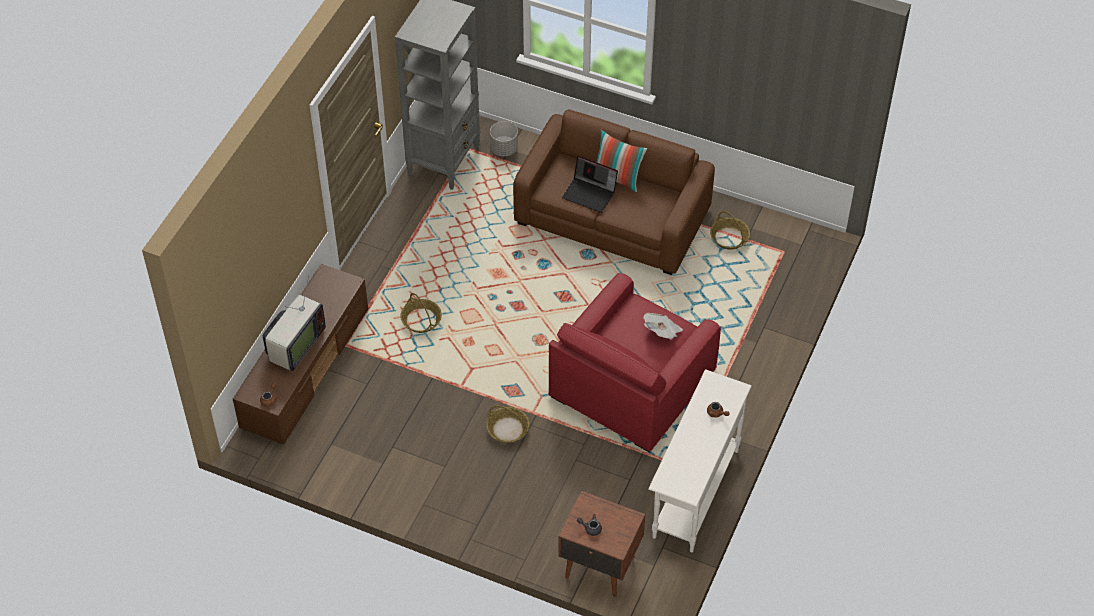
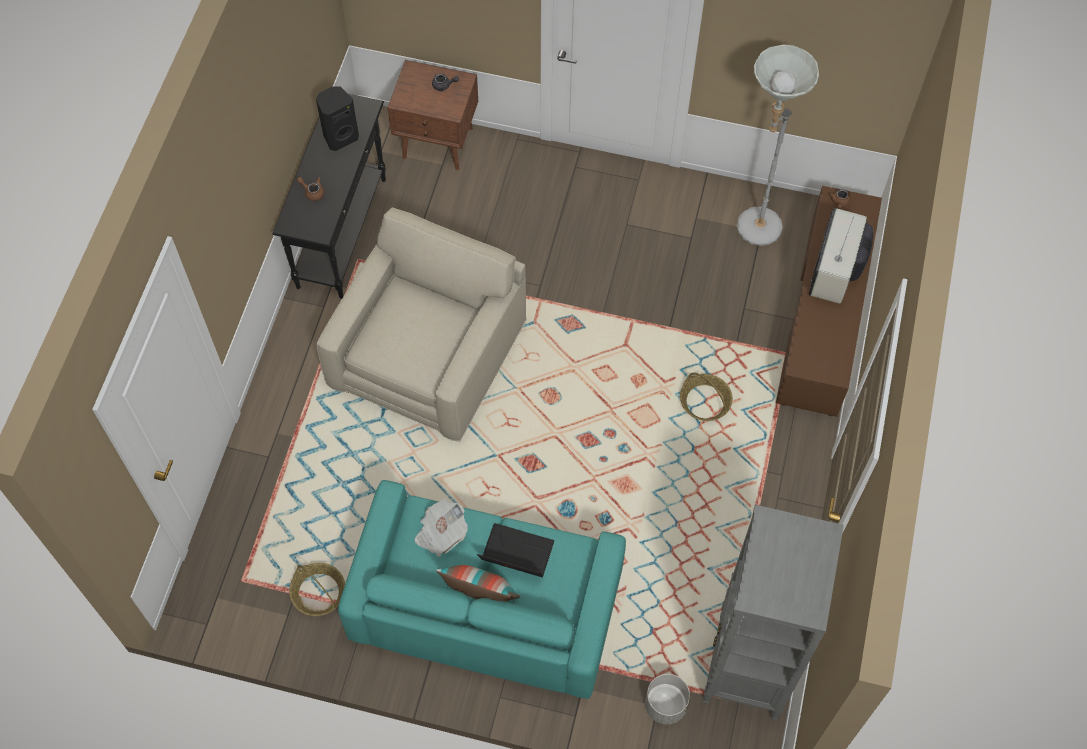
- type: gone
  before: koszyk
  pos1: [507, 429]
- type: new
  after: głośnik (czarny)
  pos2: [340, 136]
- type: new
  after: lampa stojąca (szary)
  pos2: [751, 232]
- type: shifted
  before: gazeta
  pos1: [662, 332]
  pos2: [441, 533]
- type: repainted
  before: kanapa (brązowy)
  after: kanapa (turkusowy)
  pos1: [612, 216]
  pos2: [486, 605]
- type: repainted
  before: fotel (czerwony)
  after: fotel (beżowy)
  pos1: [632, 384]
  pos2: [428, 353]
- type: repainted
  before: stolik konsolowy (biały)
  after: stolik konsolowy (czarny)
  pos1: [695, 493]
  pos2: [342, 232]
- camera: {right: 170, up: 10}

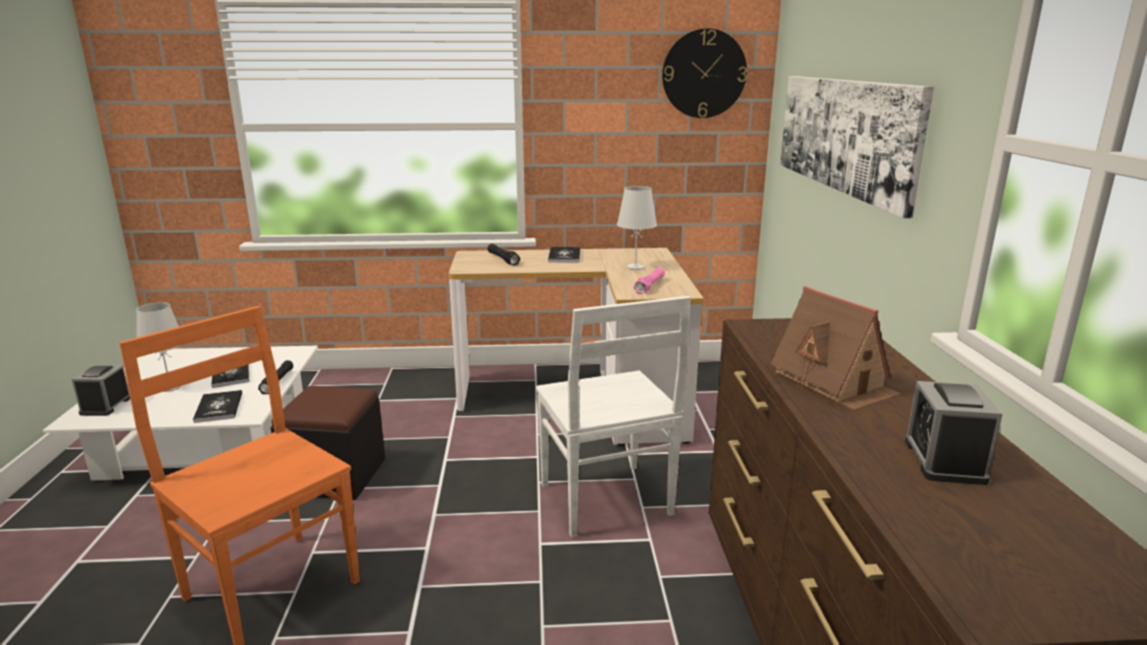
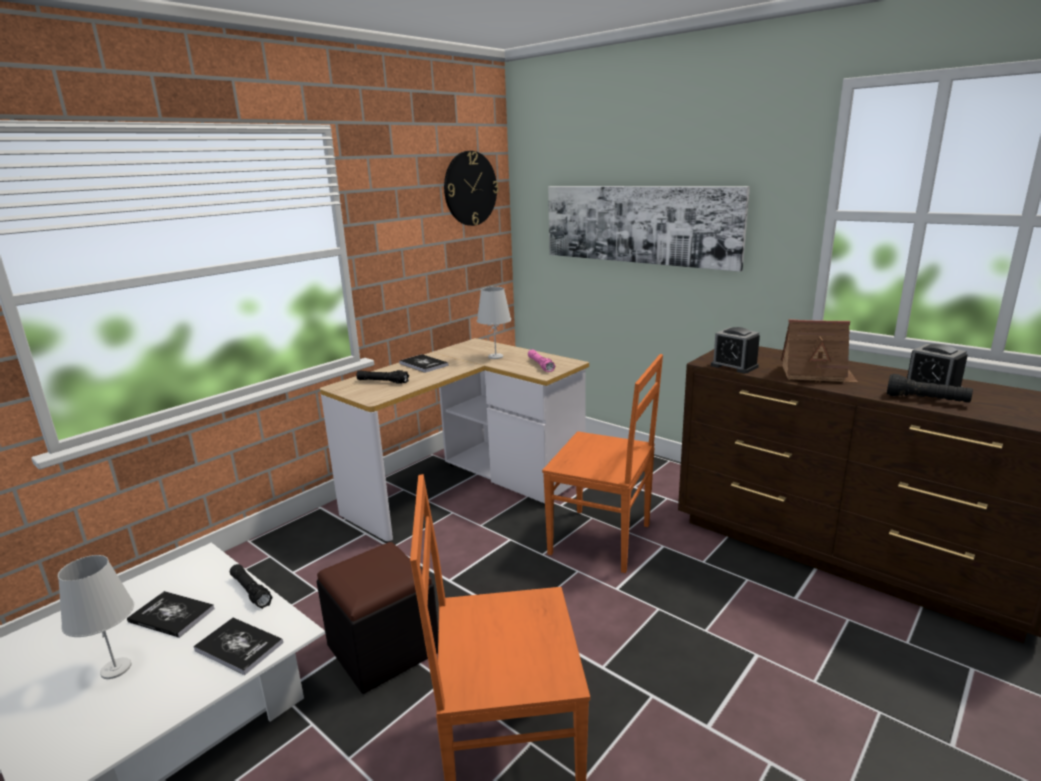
- type: new
  after: latarka (czarny)
  pos2: [926, 400]
- type: shifted
  before: budzik
  pos1: [106, 406]
  pos2: [734, 366]
- type: repainted
  before: krzesło (biały)
  after: krzesło (pomarańczowy)
  pos1: [606, 501]
  pos2: [603, 540]
- camera: {right: -45, up: 0}

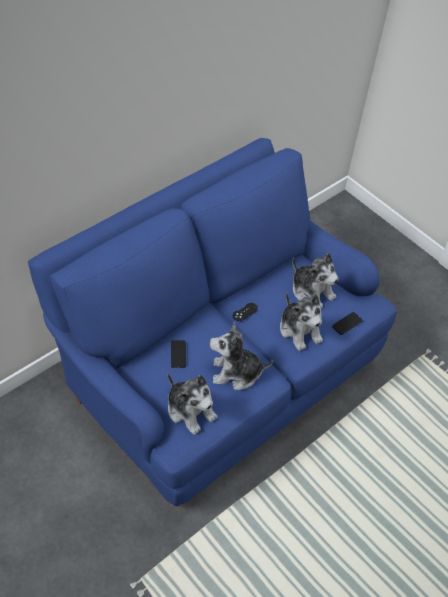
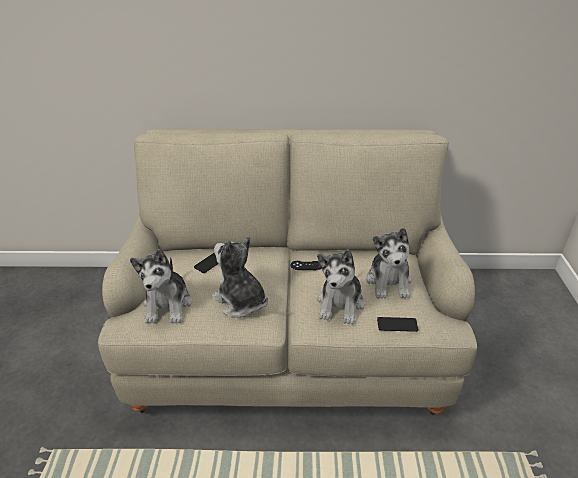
- type: repainted
  before: kanapa (niebieski)
  after: kanapa (beżowy)
  pos1: [216, 371]
  pos2: [288, 338]
- camera: {right: 45, up: -15}

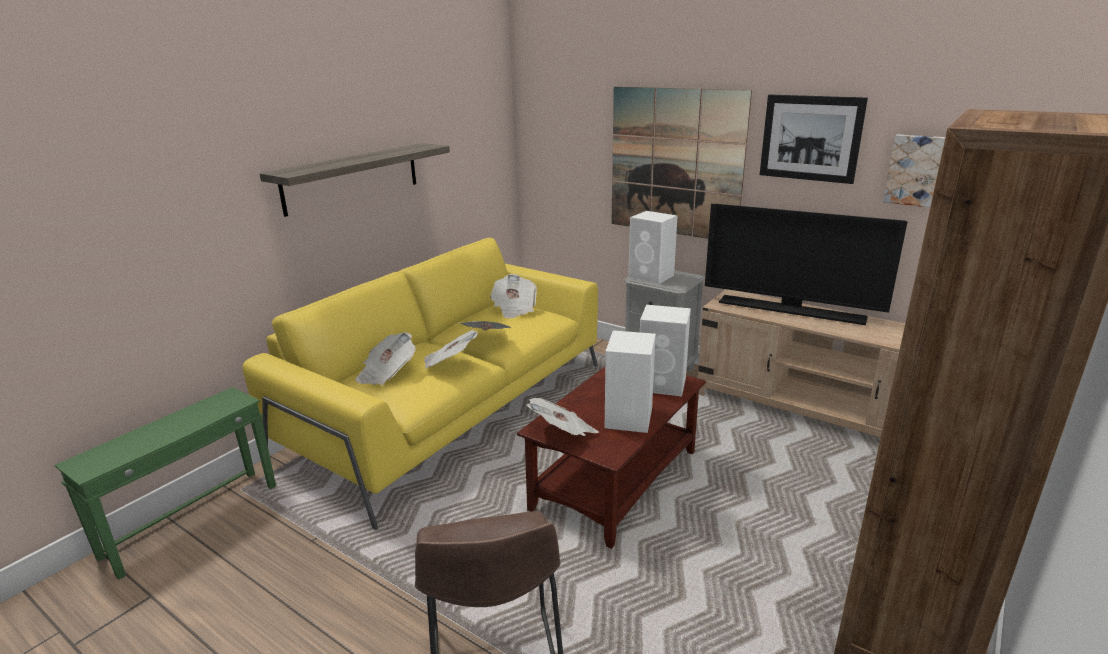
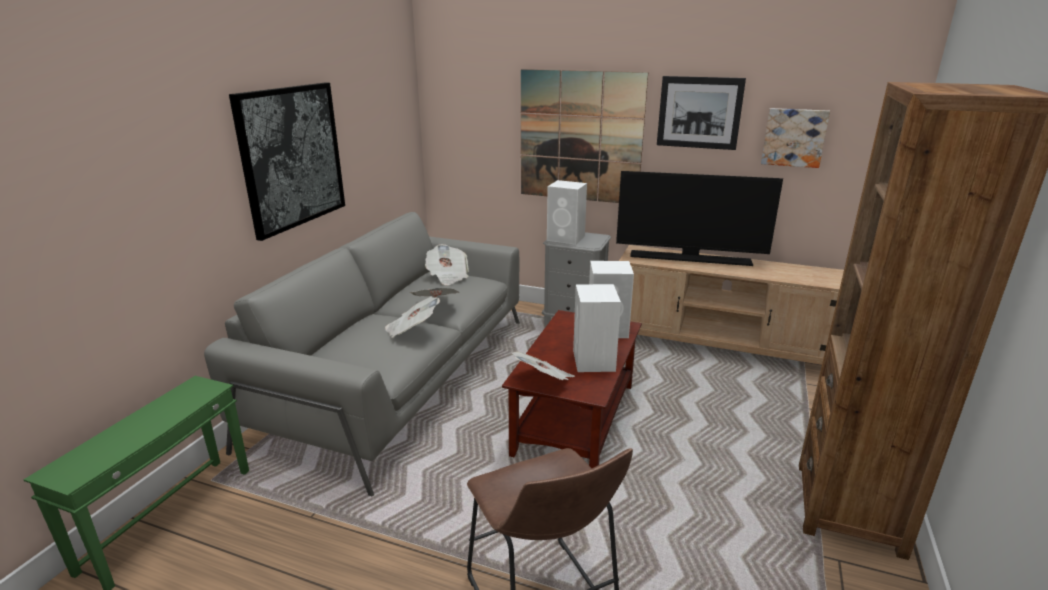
- type: gone
  before: gazeta
  pos1: [387, 374]
- type: swapped
  before: półka
  after: obraz
  pos1: [352, 177]
  pos2: [292, 157]
- type: repainted
  before: kanapa (żółty)
  after: kanapa (szary)
  pos1: [451, 410]
  pos2: [399, 377]
- camera: {right: -15, up: 0}

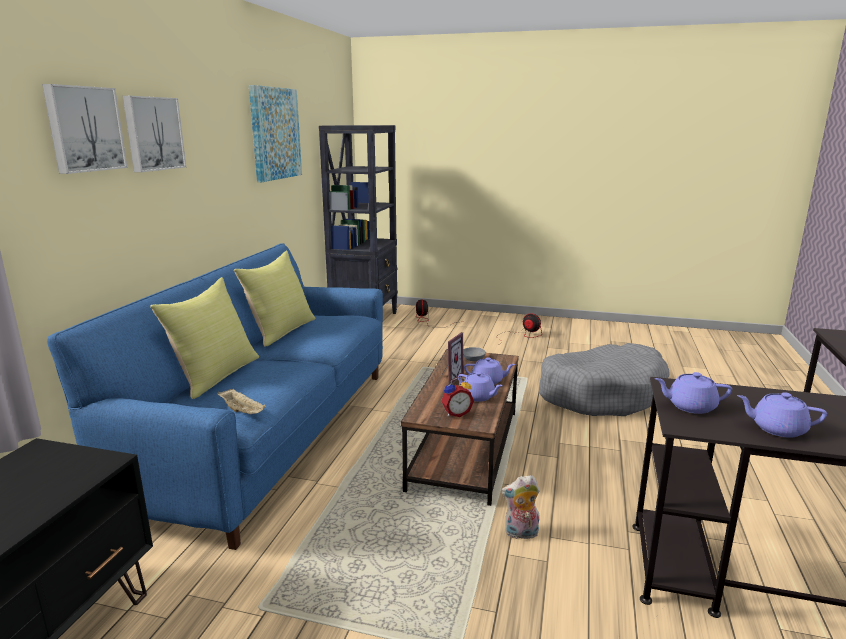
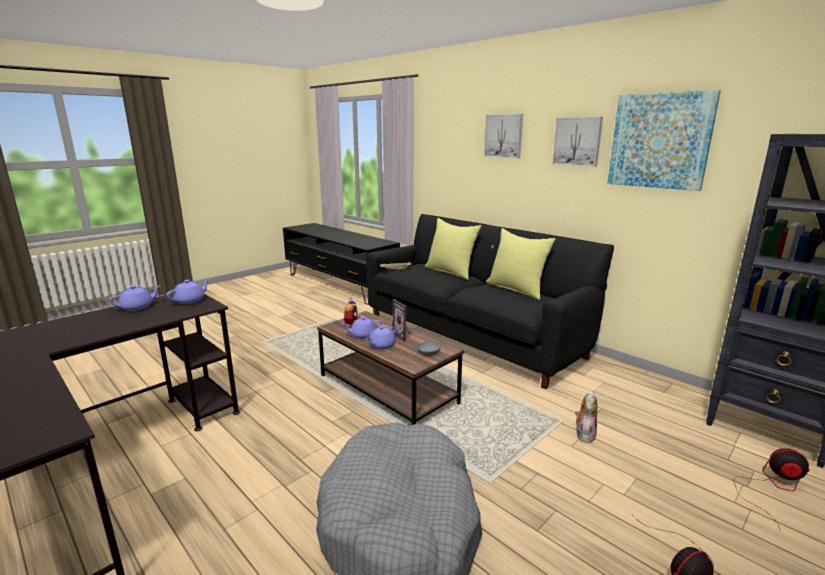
- type: shifted
  before: obraz
  pos1: [84, 129]
  pos2: [577, 141]
- type: shifted
  before: pluszak
  pos1: [521, 534]
  pos2: [584, 434]
- type: repainted
  before: kanapa (niebieski)
  after: kanapa (czarny)
  pos1: [271, 434]
  pos2: [471, 336]
- camera: {right: 120, up: 0}

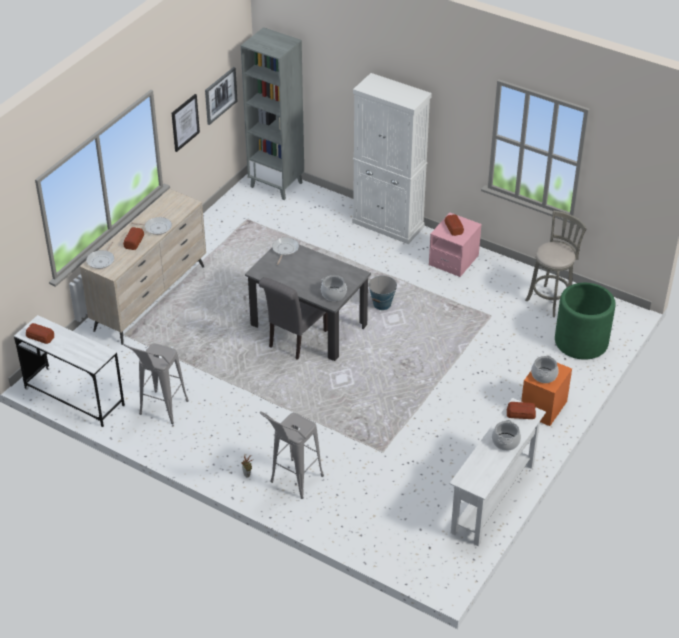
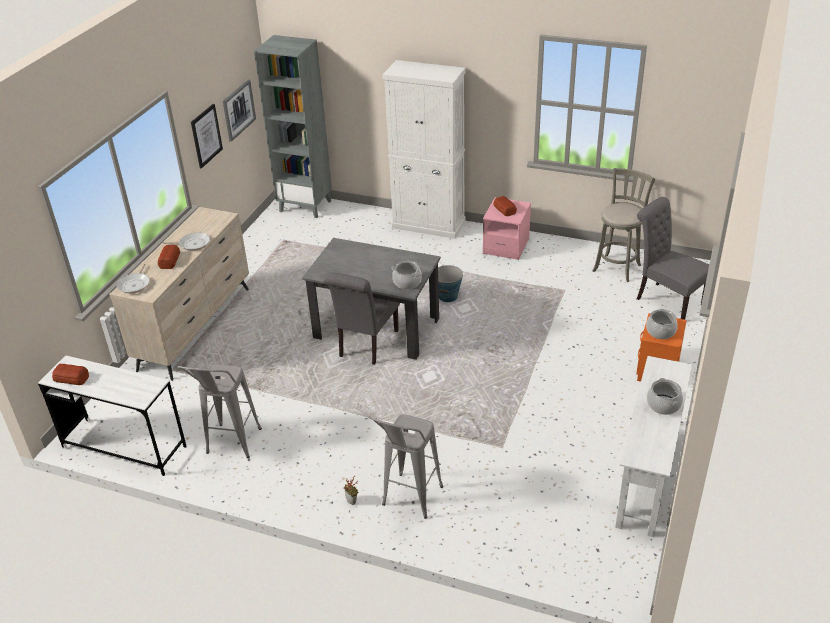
- type: gone
  before: patelnia
  pos1: [284, 250]
- type: gone
  before: chleb
  pos1: [521, 413]
- type: swapped
  before: donica (zielony)
  after: krzesło (szary)
  pos1: [581, 341]
  pos2: [666, 300]
- camera: {right: -10, up: -5}

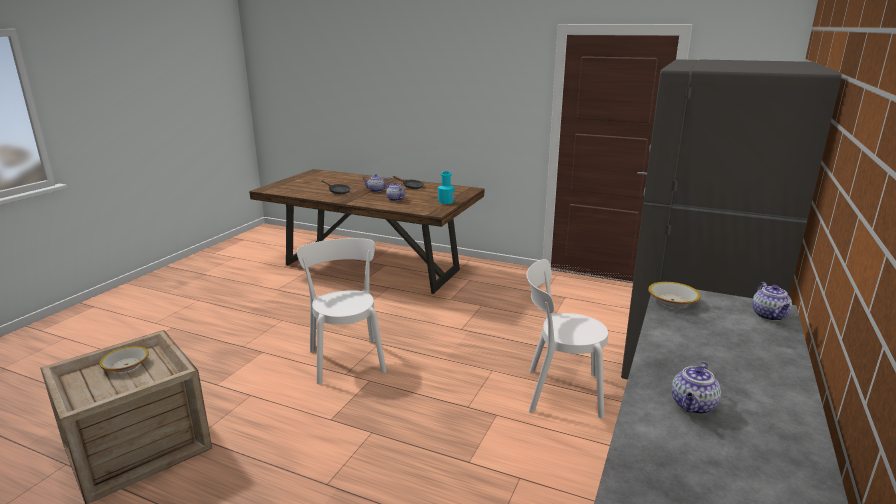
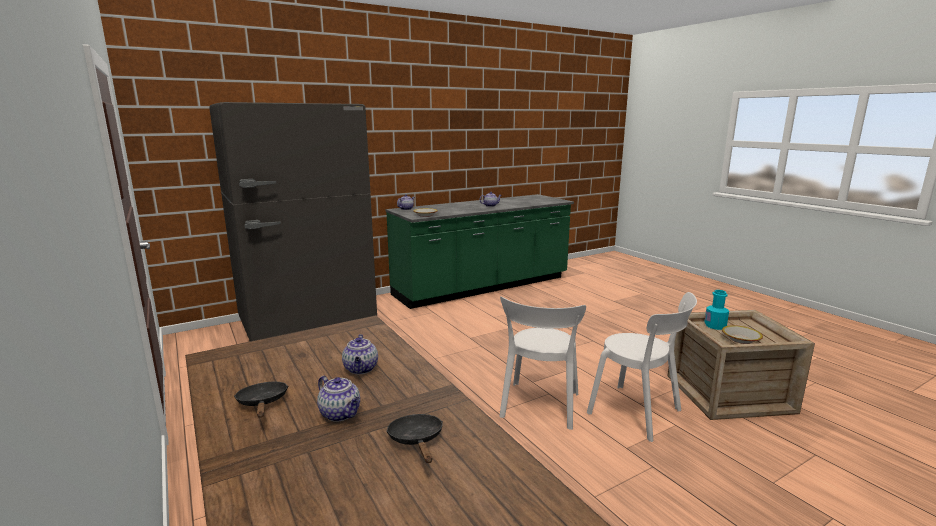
- type: shifted
  before: butelka (turkusowy)
  pos1: [446, 201]
  pos2: [715, 326]
- type: shifted
  before: krzesło (biały)
  pos1: [559, 392]
  pos2: [638, 413]
- camera: {right: -145, up: -5}

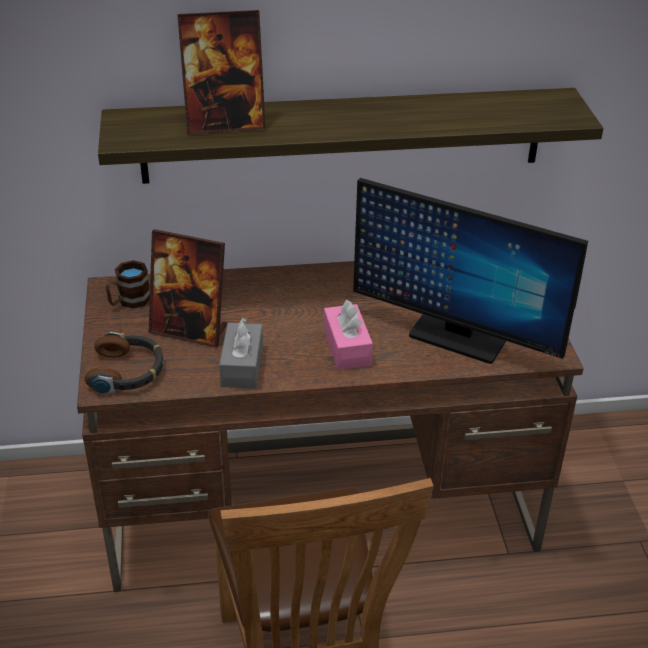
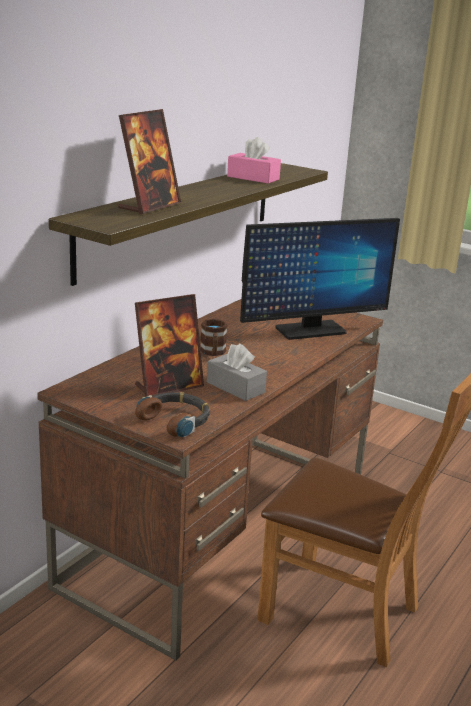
- type: shifted
  before: kubek (brązowy)
  pos1: [128, 301]
  pos2: [213, 353]
- type: shifted
  before: pudełko chusteczek (różowy)
  pos1: [347, 347]
  pos2: [253, 178]
- camera: {right: -50, up: -15}

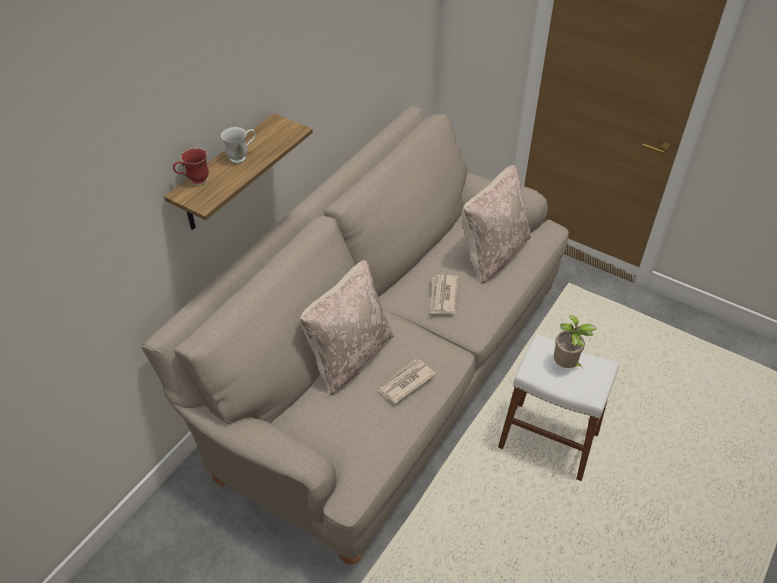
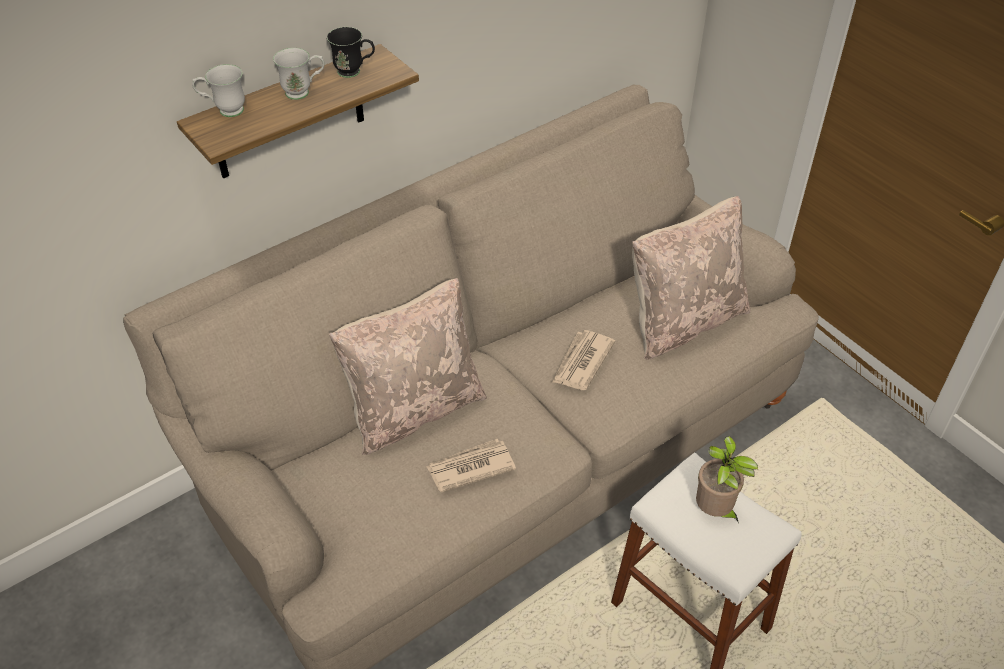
- type: new
  after: kubek (czarny)
  pos2: [355, 72]
- type: repainted
  before: kubek (czerwony)
  after: kubek (biały)
  pos1: [194, 181]
  pos2: [224, 111]
- camera: {right: 20, up: 0}

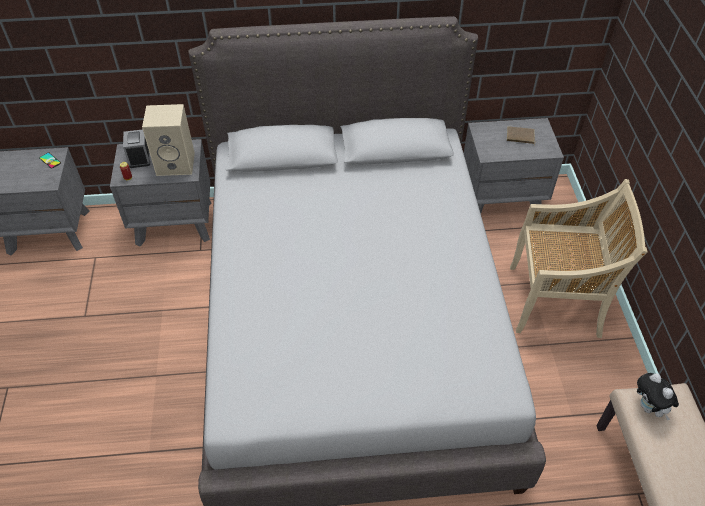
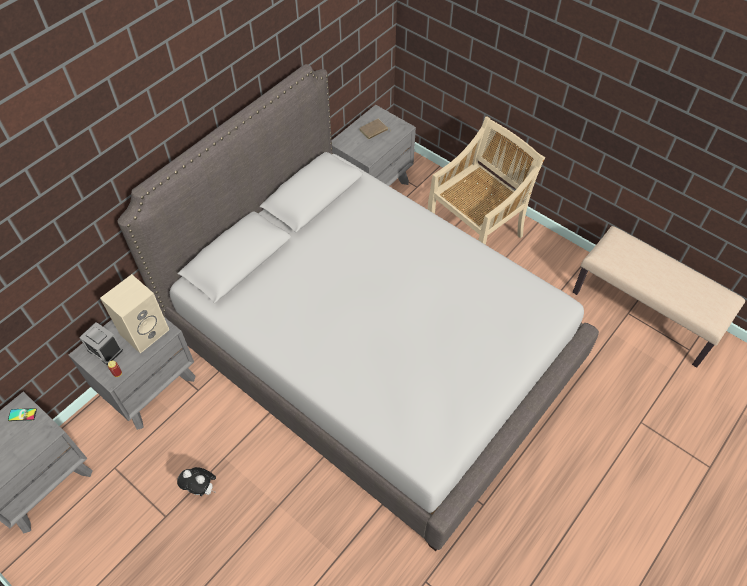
- type: shifted
  before: pluszak
  pos1: [649, 408]
  pos2: [202, 489]
- camera: {right: -45, up: 5}

